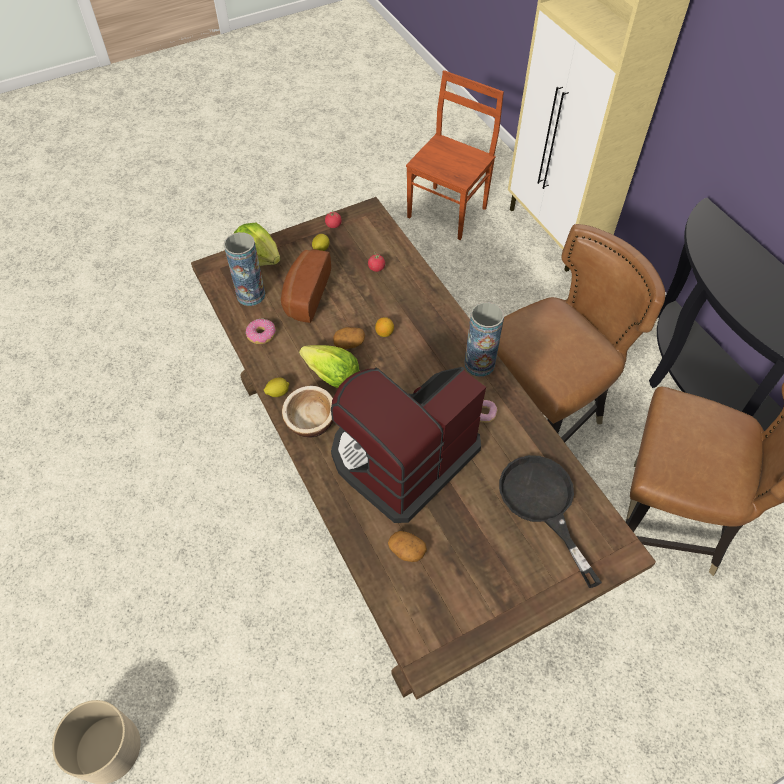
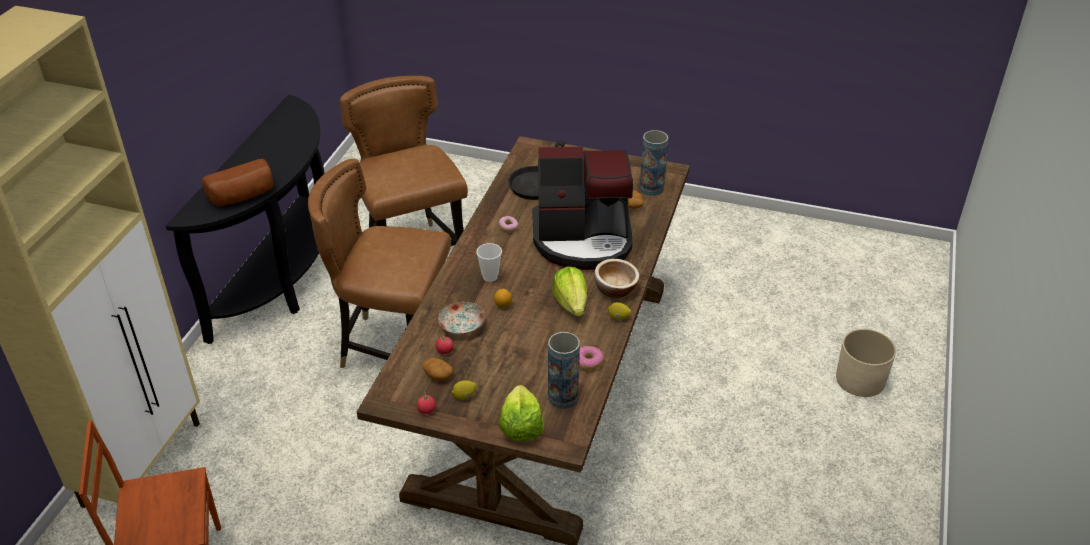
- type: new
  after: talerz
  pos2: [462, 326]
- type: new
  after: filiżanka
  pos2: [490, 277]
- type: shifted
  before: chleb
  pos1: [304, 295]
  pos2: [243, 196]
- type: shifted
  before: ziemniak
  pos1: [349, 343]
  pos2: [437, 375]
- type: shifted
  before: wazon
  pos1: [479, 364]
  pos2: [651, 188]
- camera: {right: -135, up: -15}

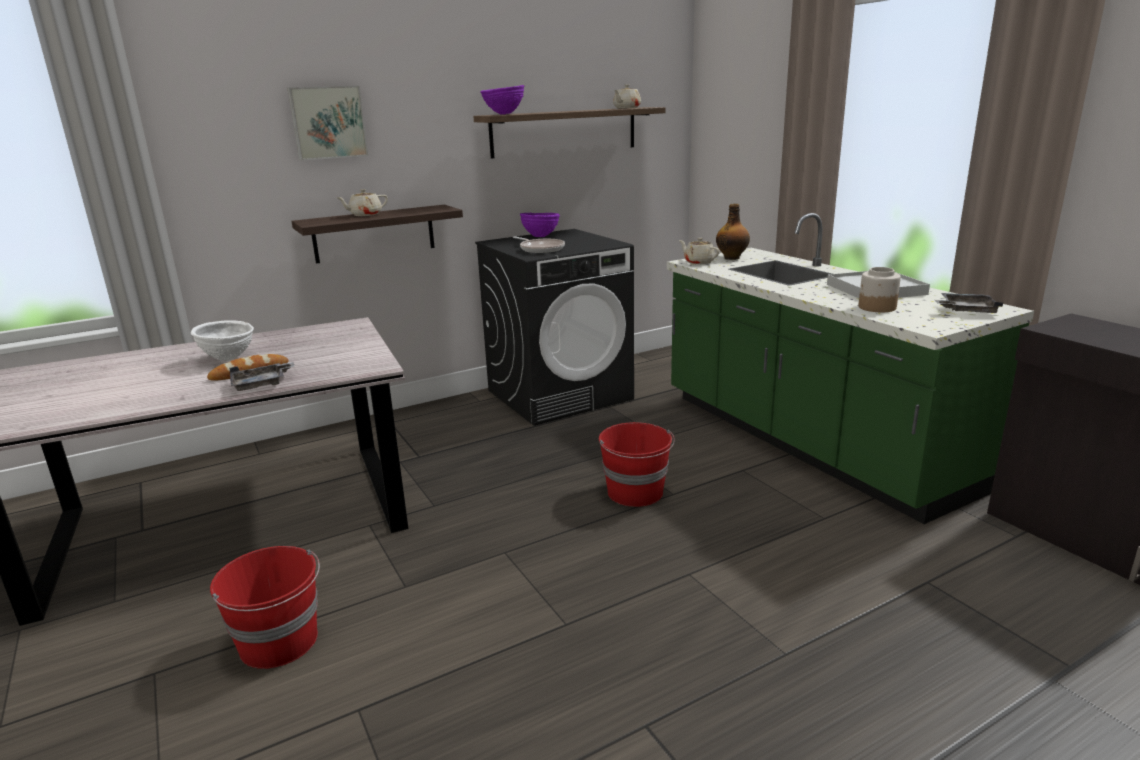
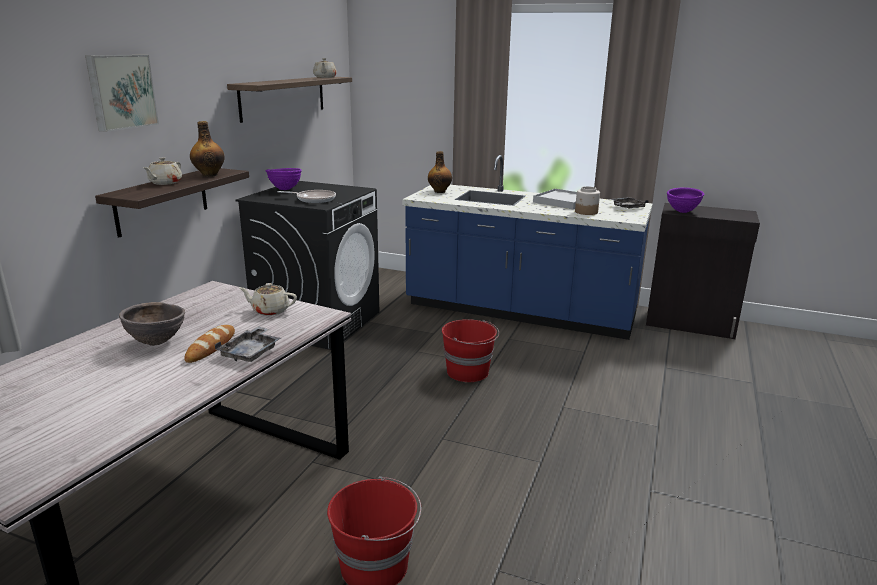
- type: new
  after: butelka
  pos2: [209, 175]
- type: shifted
  before: miska (fioletowy)
  pos1: [504, 114]
  pos2: [682, 212]
- type: shifted
  before: imbryk (beżowy)
  pos1: [698, 262]
  pos2: [270, 310]
- type: repainted
  before: miska (biały)
  after: miska (brązowy)
  pos1: [229, 359]
  pos2: [157, 342]
- type: repainted
  before: zabudowa kuchenna (zielony)
  after: zabudowa kuchenna (niebieski)
  pos1: [807, 441]
  pos2: [519, 311]
- camera: {right: -40, up: 0}

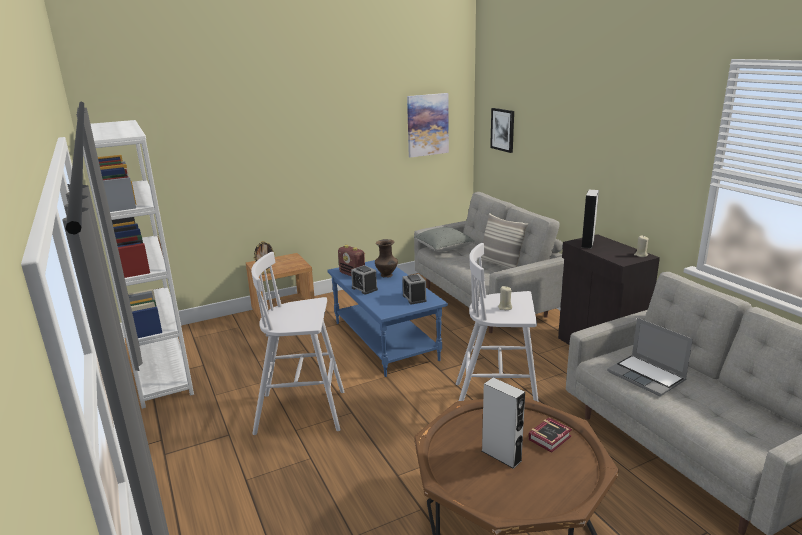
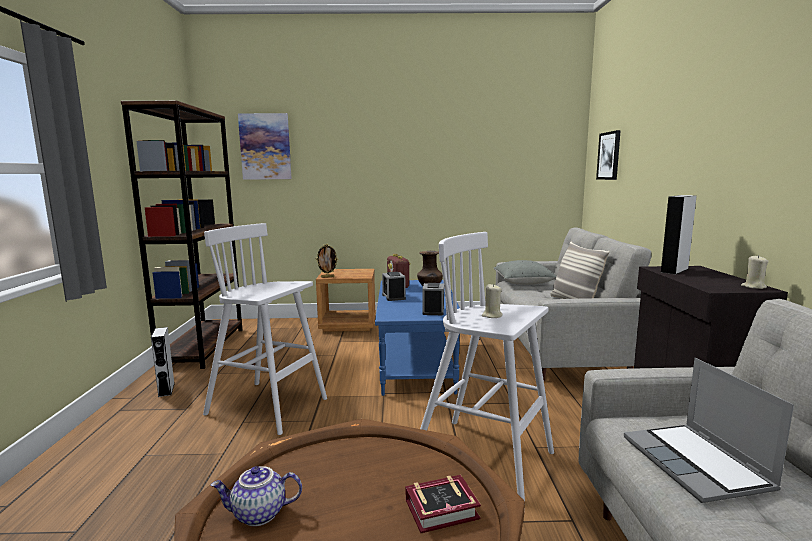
- type: new
  after: imbryk
  pos2: [258, 514]
- type: shifted
  before: obraz
  pos1: [427, 125]
  pos2: [265, 147]
- type: shifted
  before: głośnik (szary)
  pos1: [501, 456]
  pos2: [166, 389]
- type: repainted
  before: regał (biały)
  after: regał (brązowy)
  pos1: [161, 373]
  pos2: [203, 347]
- camera: {right: 25, up: -10}

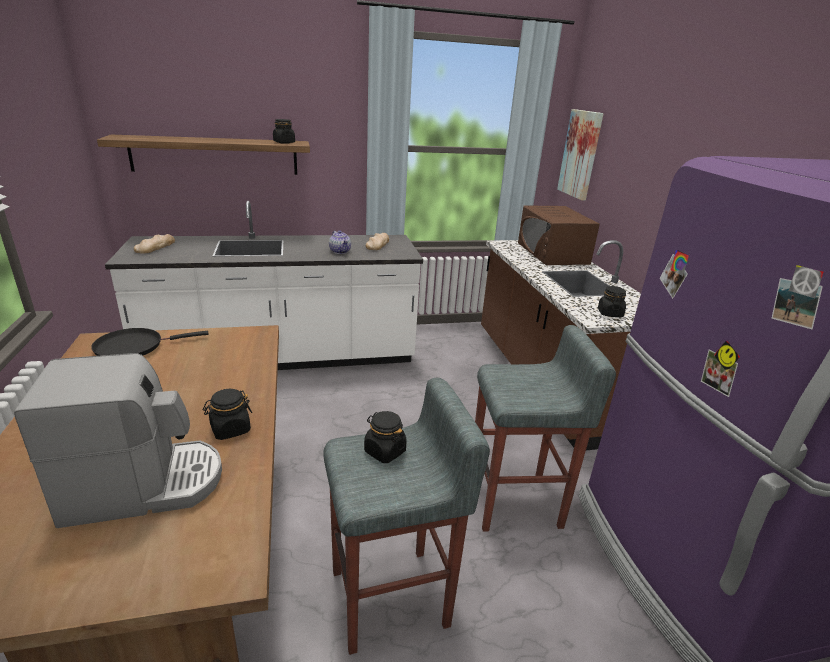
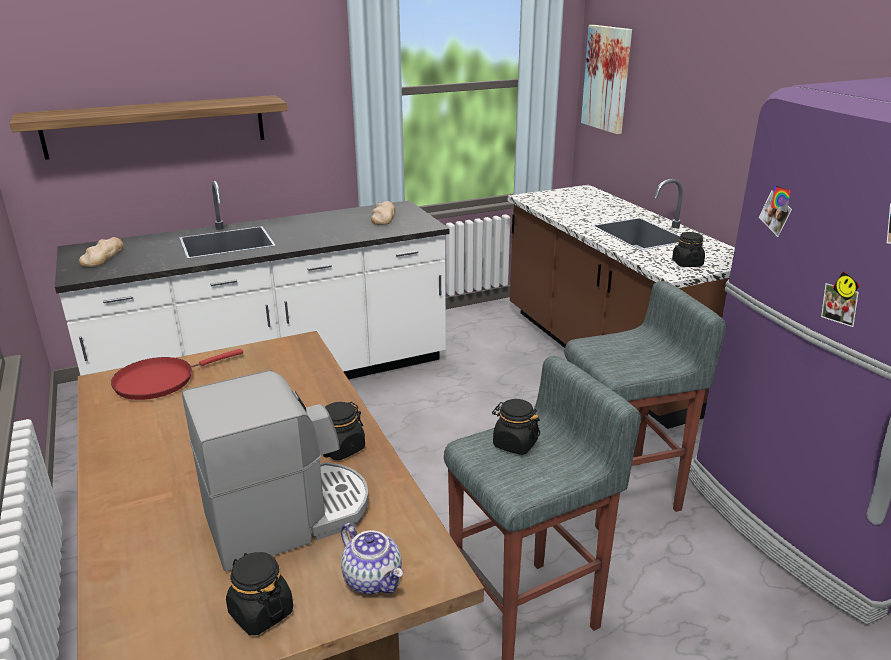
- type: gone
  before: mikrofalówka (brązowy)
  pos1: [552, 253]
- type: shifted
  before: słoik (czarny)
  pos1: [284, 142]
  pos2: [261, 612]
- type: shifted
  before: imbryk
  pos1: [340, 251]
  pos2: [373, 579]
- type: repainted
  before: patelnia (czarny)
  after: patelnia (czerwony)
  pos1: [134, 347]
  pos2: [160, 381]
- camera: {right: -10, up: 0}

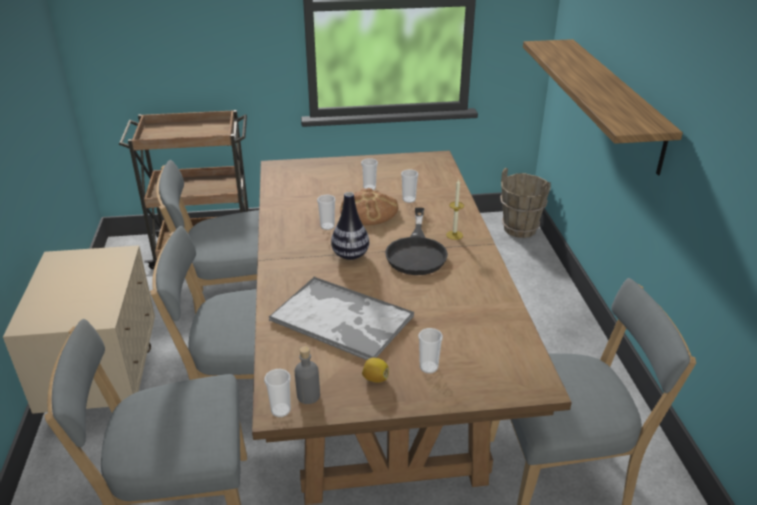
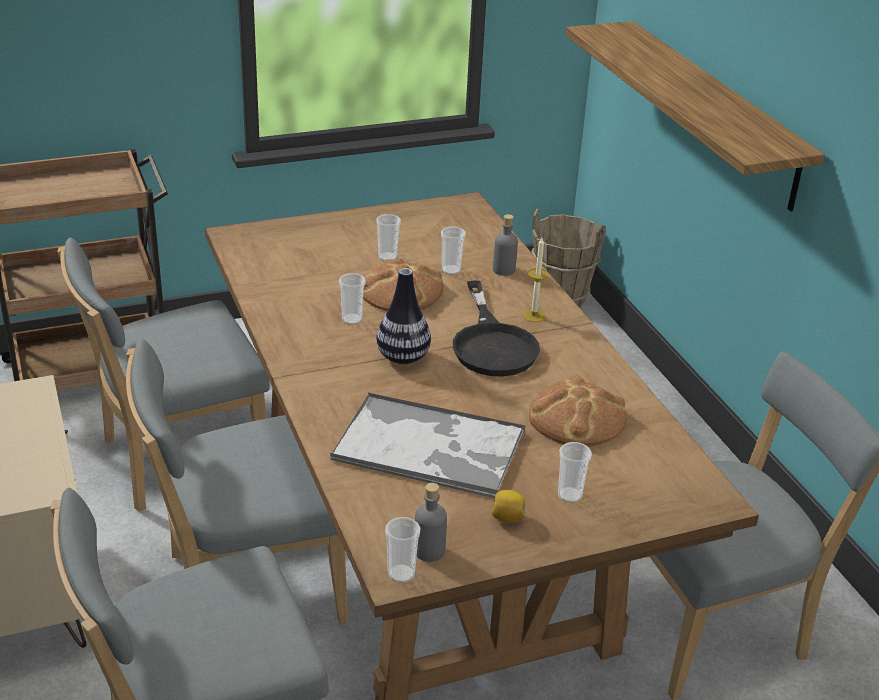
- type: new
  after: butelka (szary)
  pos2: [504, 270]
- type: new
  after: chleb
  pos2: [577, 418]
- camera: {right: -15, up: 0}

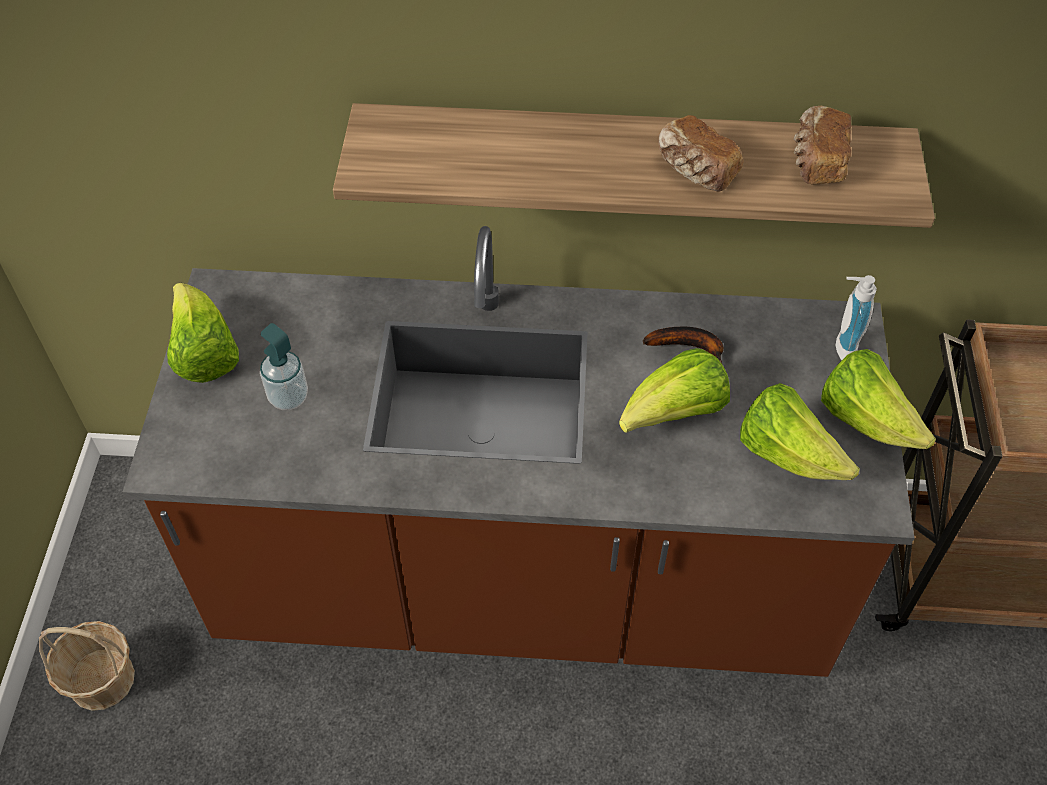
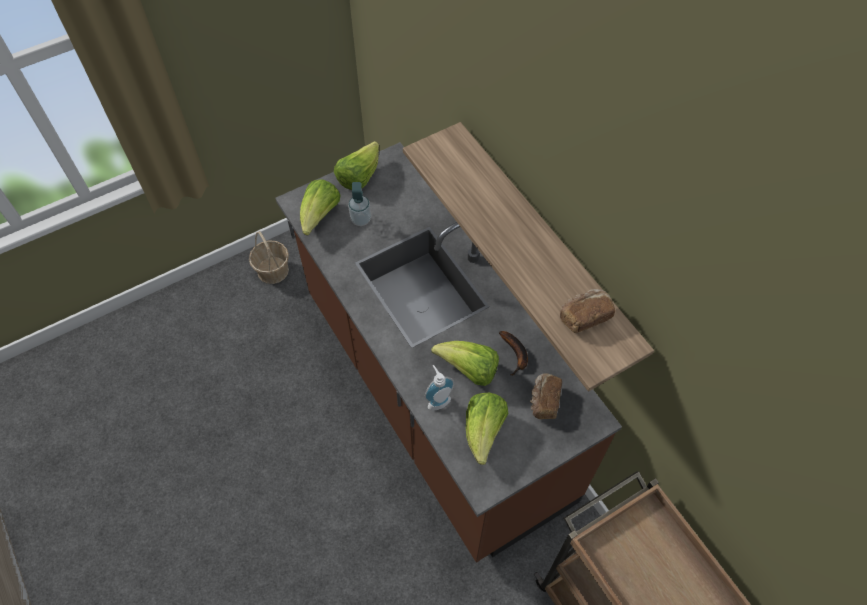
- type: shifted
  before: chleb
  pos1: [695, 170]
  pos2: [543, 401]
- type: shifted
  before: sałata
  pos1: [866, 420]
  pos2: [319, 216]
- type: shifted
  before: dozownik mydła
  pos1: [840, 346]
  pos2: [437, 400]
- camera: {right: 55, up: 5}

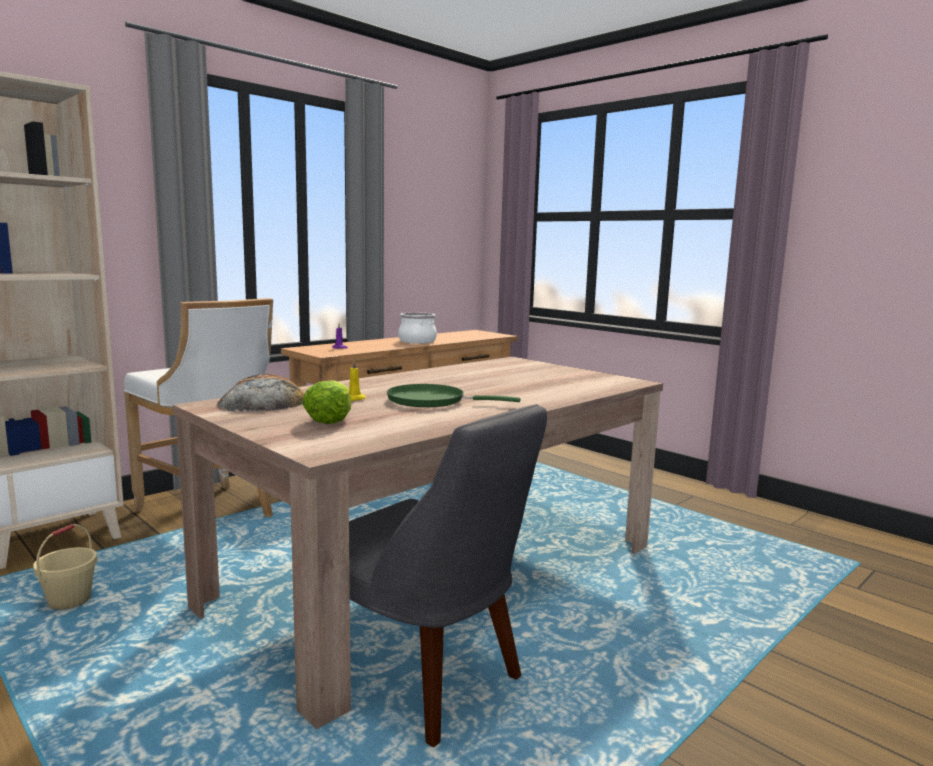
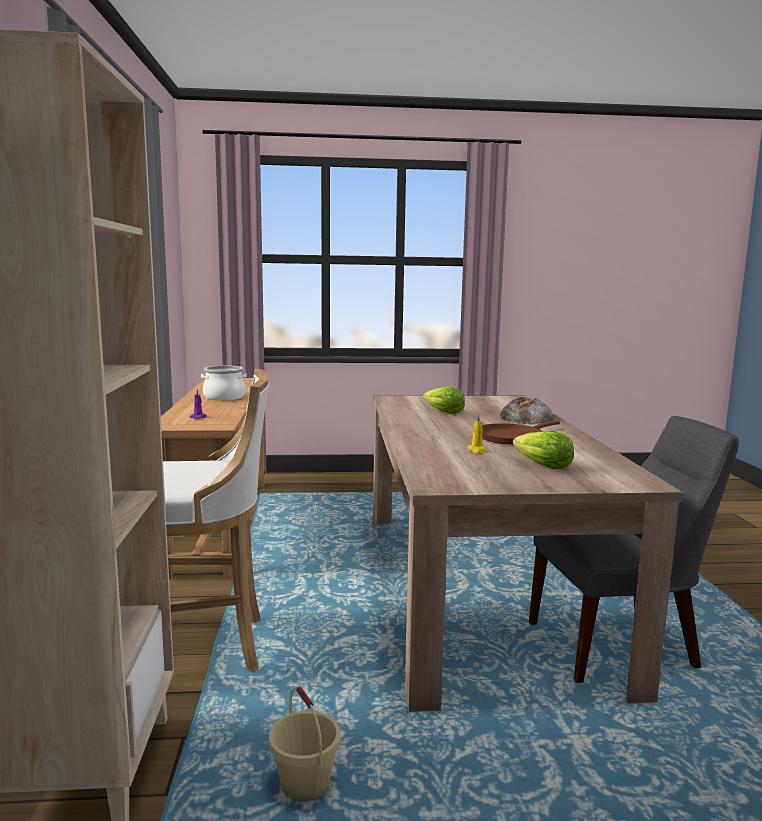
- type: new
  after: sałata
  pos2: [443, 412]
- type: shifted
  before: chleb
  pos1: [263, 402]
  pos2: [526, 417]
- type: repainted
  before: patelnia (zielony)
  after: patelnia (brązowy)
  pos1: [432, 401]
  pos2: [512, 437]
- camera: {right: -50, up: 0}

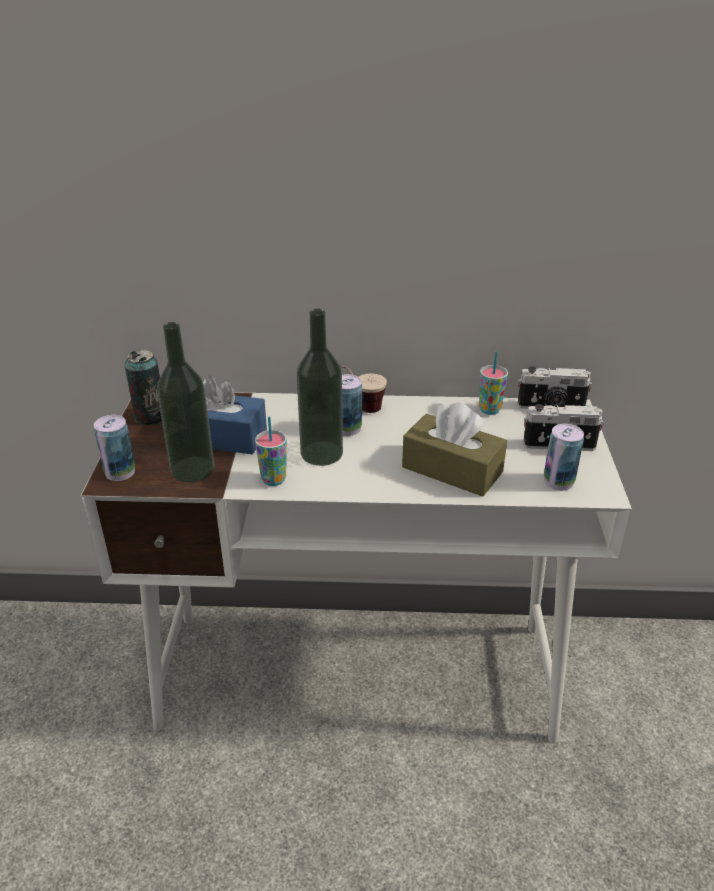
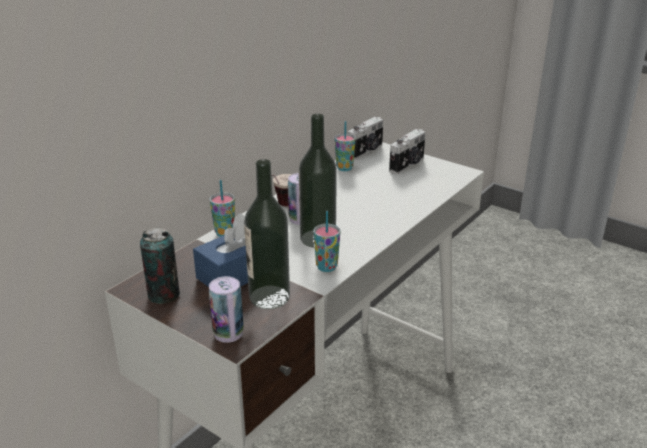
- type: gone
  before: pudełko chusteczek (brązowy)
  pos1: [452, 469]
- type: gone
  before: puszka
  pos1: [558, 481]
- type: new
  after: filiżanka
  pos2: [224, 233]
- camera: {right: -55, up: -5}

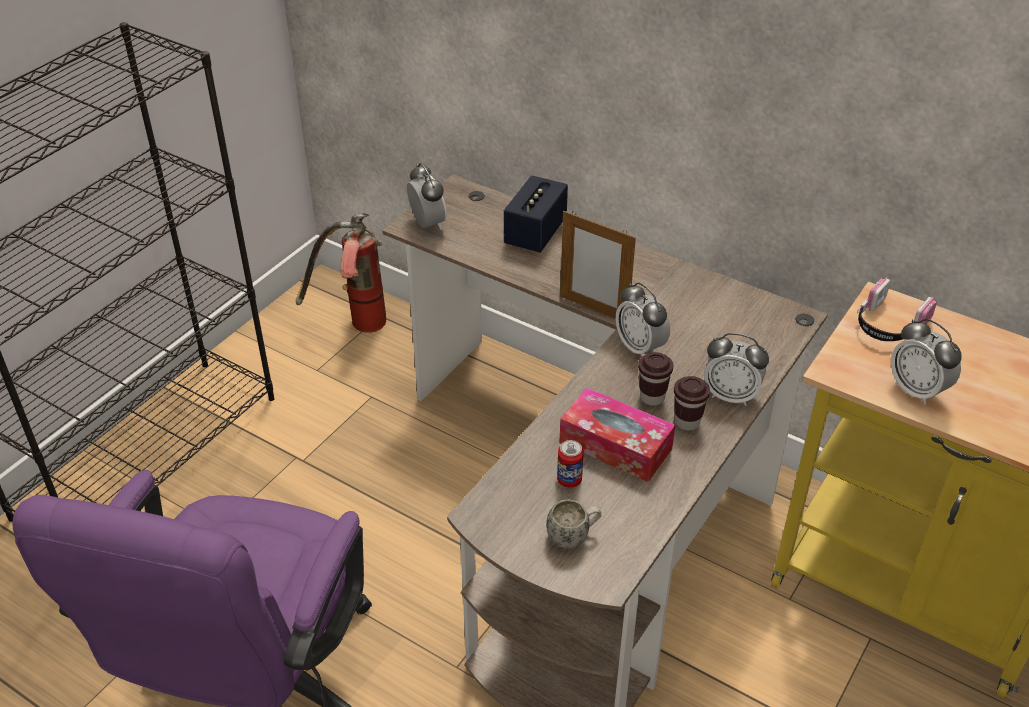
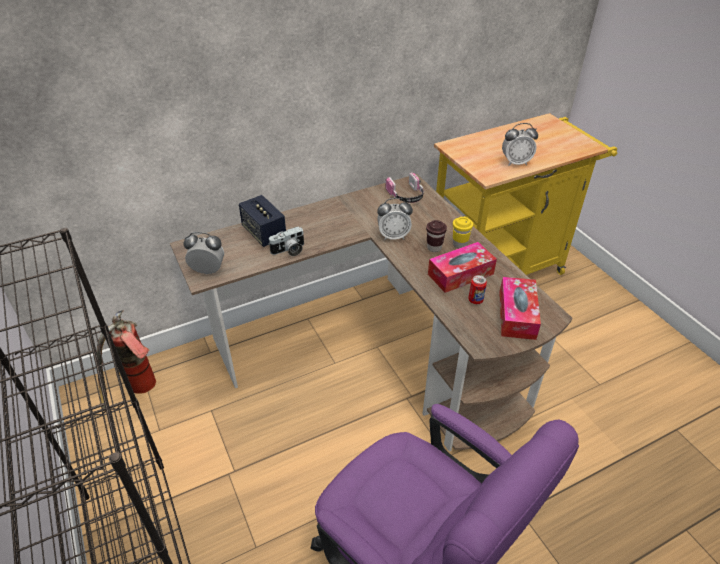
- type: gone
  before: ramka na zdjęcie
  pos1: [593, 309]
- type: gone
  before: budzik
  pos1: [731, 395]
- type: new
  after: aparat fotograficzny
  pos2: [289, 251]
- type: shifted
  before: słuchawki
  pos1: [888, 325]
  pos2: [406, 196]
- type: swapped
  before: kubek (biały)
  after: pudełko chusteczek
  pos1: [573, 536]
  pos2: [517, 315]
- type: repainted
  before: filiżanka (brązowy)
  after: filiżanka (żółty)
  pos1: [687, 422]
  pos2: [460, 244]
- camera: {right: -60, up: 0}

